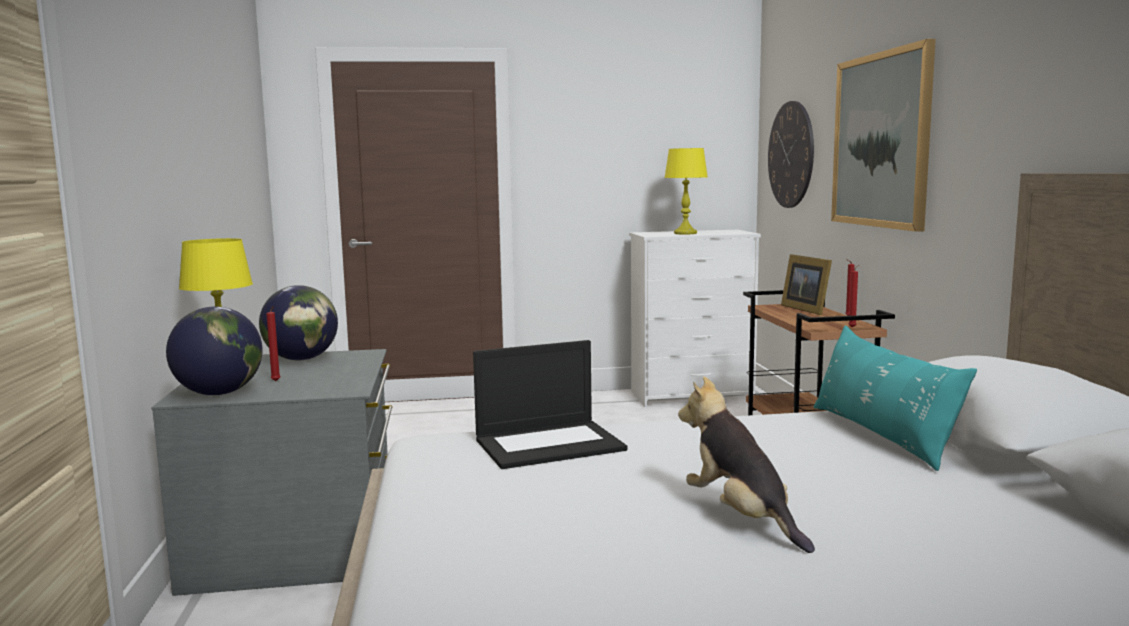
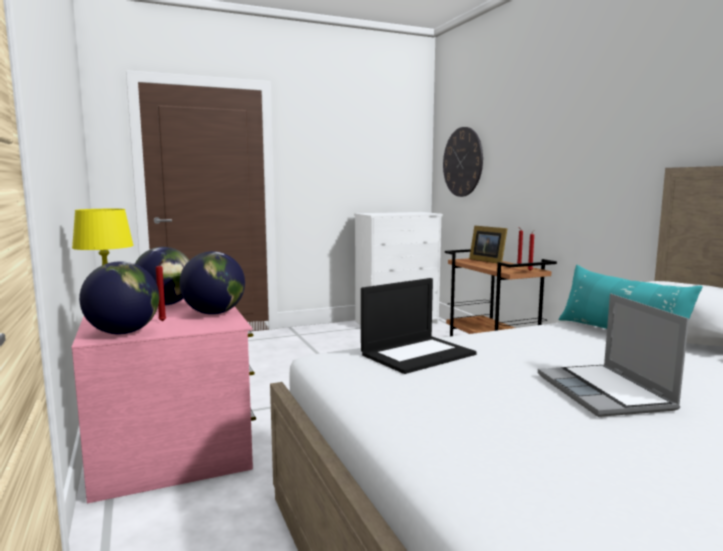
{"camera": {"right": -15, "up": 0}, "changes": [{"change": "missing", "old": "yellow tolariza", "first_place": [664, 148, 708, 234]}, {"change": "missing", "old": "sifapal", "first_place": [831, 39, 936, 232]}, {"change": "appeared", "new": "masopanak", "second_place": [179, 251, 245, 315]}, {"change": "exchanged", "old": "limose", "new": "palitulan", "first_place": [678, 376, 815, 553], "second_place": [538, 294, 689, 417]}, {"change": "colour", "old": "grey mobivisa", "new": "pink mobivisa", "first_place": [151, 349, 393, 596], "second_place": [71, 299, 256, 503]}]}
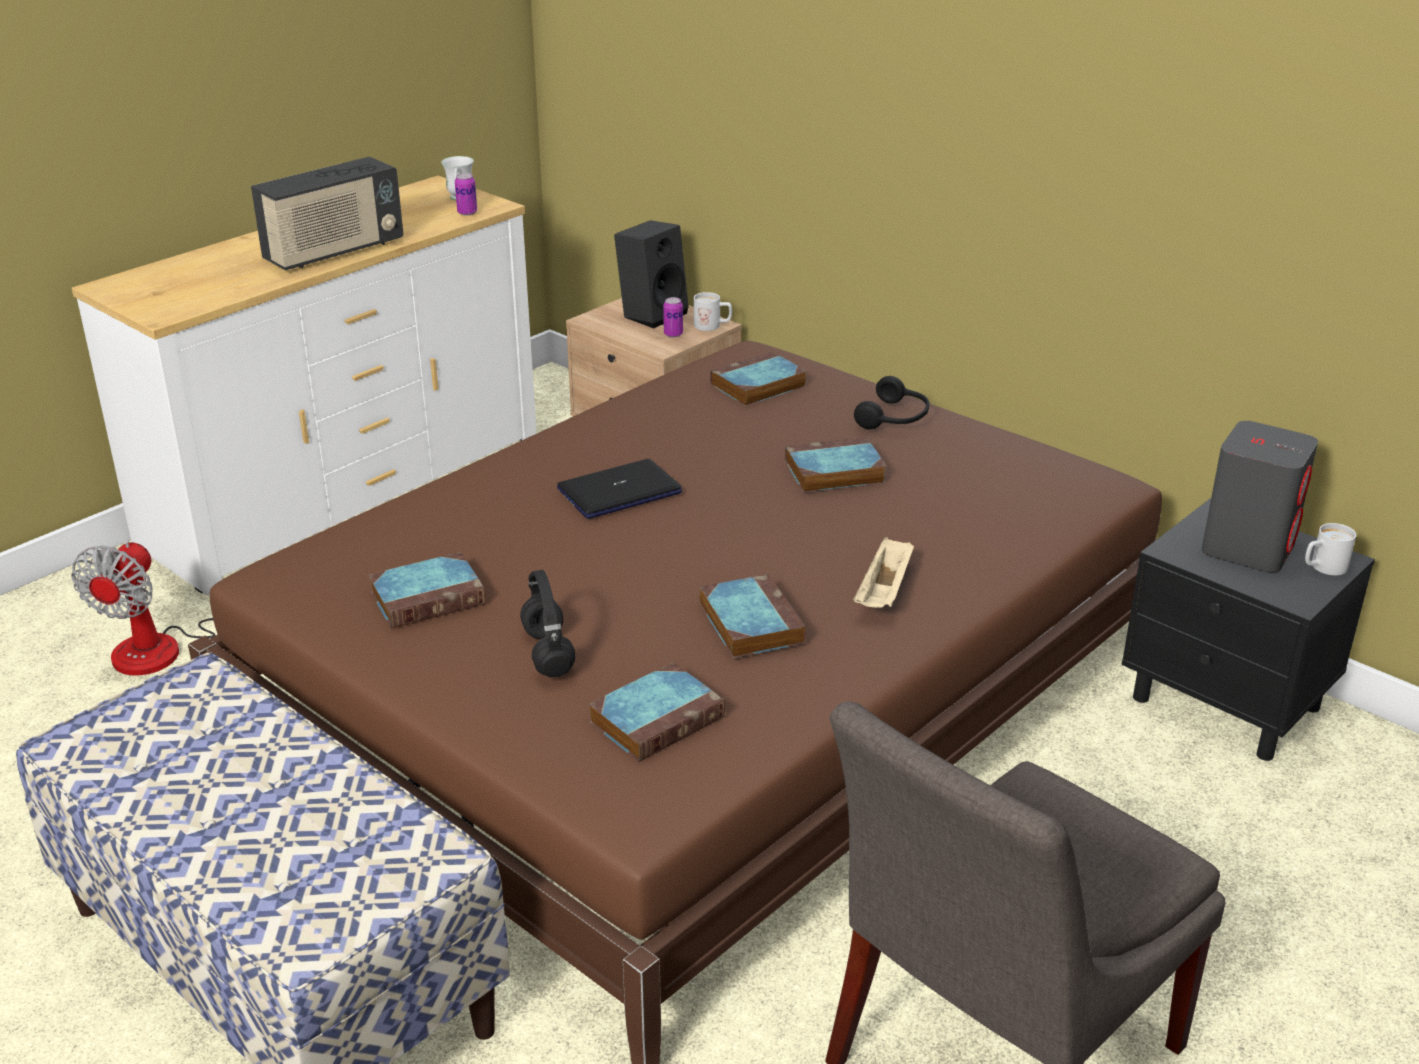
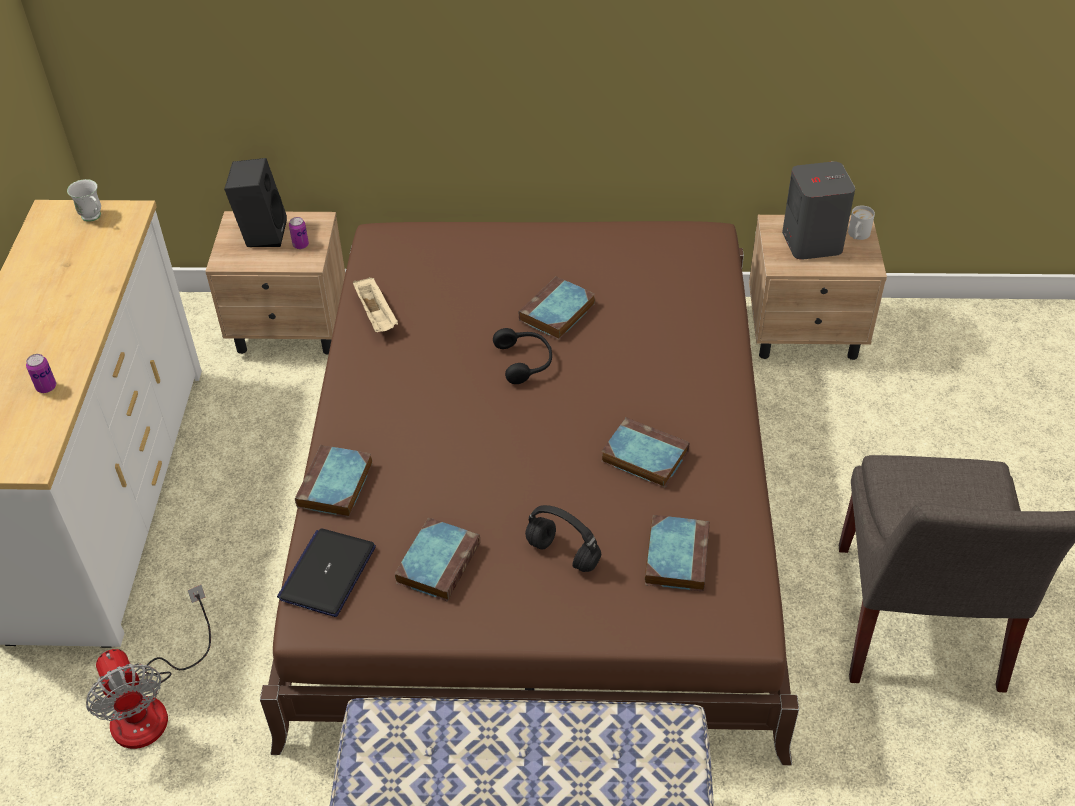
{"camera": {"right": -40, "up": 15}, "changes": [{"change": "missing", "old": "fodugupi", "first_place": [251, 157, 403, 271]}, {"change": "missing", "old": "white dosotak", "first_place": [694, 292, 732, 331]}, {"change": "relocated", "old": "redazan", "first_place": [455, 173, 477, 215], "second_place": [26, 354, 56, 393]}, {"change": "relocated", "old": "palitulan", "first_place": [557, 459, 683, 519], "second_place": [277, 528, 376, 617]}, {"change": "relocated", "old": "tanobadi", "first_place": [710, 351, 807, 406], "second_place": [295, 445, 373, 518]}, {"change": "relocated", "old": "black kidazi", "first_place": [854, 376, 929, 429], "second_place": [493, 328, 552, 384]}, {"change": "relocated", "old": "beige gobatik", "first_place": [854, 537, 914, 608], "second_place": [353, 277, 398, 332]}, {"change": "colour", "old": "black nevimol", "new": "beige nevimol", "first_place": [1121, 498, 1375, 761], "second_place": [749, 215, 887, 360]}]}
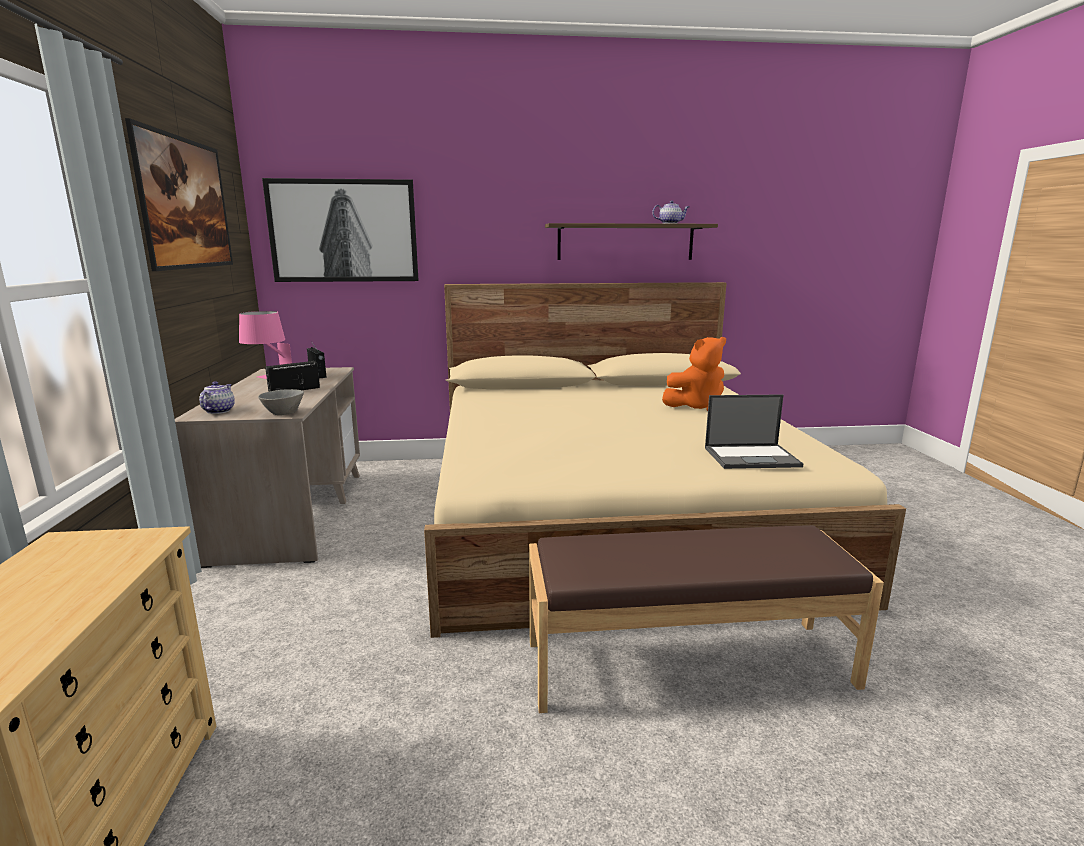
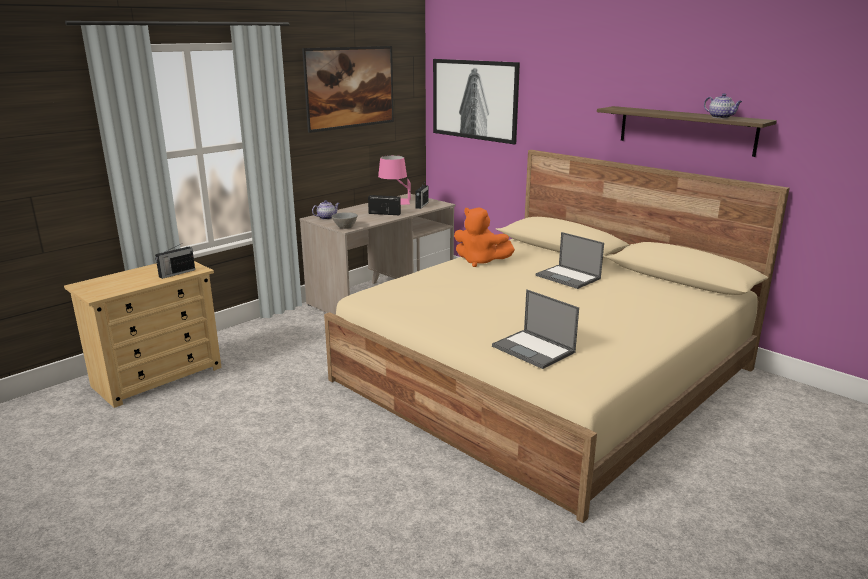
{"camera": {"right": 50, "up": 5}, "changes": [{"change": "missing", "old": "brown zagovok", "first_place": [529, 525, 884, 713]}, {"change": "appeared", "new": "fodugupi", "second_place": [155, 244, 195, 279]}, {"change": "appeared", "new": "palitulan", "second_place": [536, 232, 604, 289]}, {"change": "relocated", "old": "orange limose", "first_place": [662, 337, 726, 411], "second_place": [454, 207, 515, 267]}]}
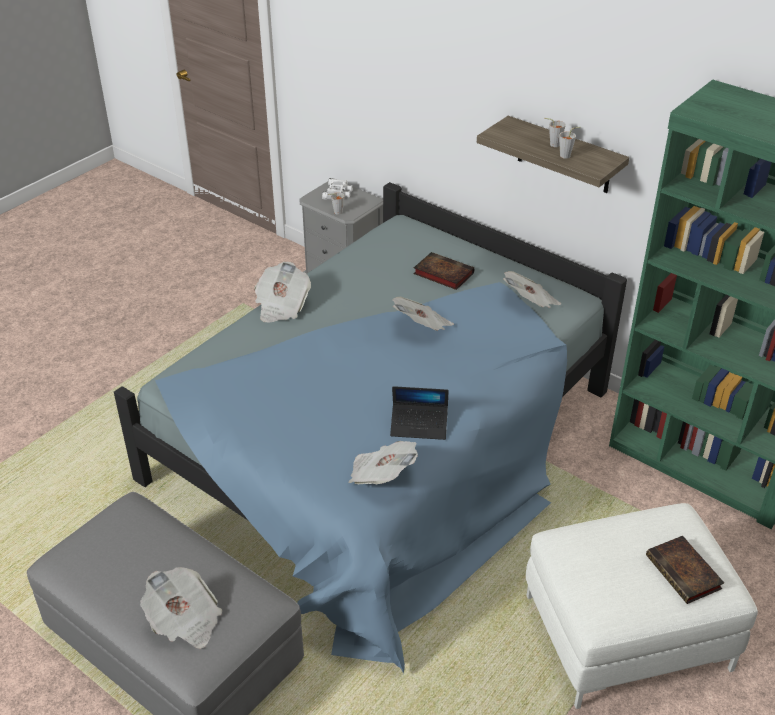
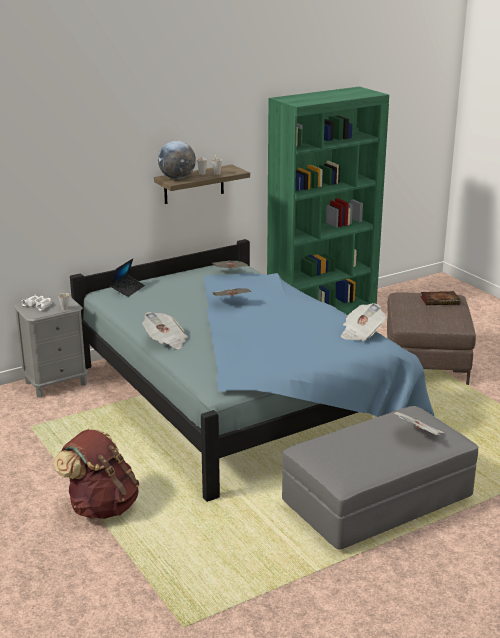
{"camera": {"right": -70, "up": -15}, "changes": [{"change": "missing", "old": "tanobadi", "first_place": [414, 252, 474, 290]}, {"change": "appeared", "new": "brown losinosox", "second_place": [53, 429, 139, 519]}, {"change": "appeared", "new": "masopanak", "second_place": [158, 141, 196, 179]}, {"change": "relocated", "old": "palitulan", "first_place": [390, 386, 449, 440], "second_place": [110, 259, 145, 297]}, {"change": "colour", "old": "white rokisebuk", "new": "brown rokisebuk", "first_place": [526, 503, 758, 709], "second_place": [387, 292, 476, 385]}]}
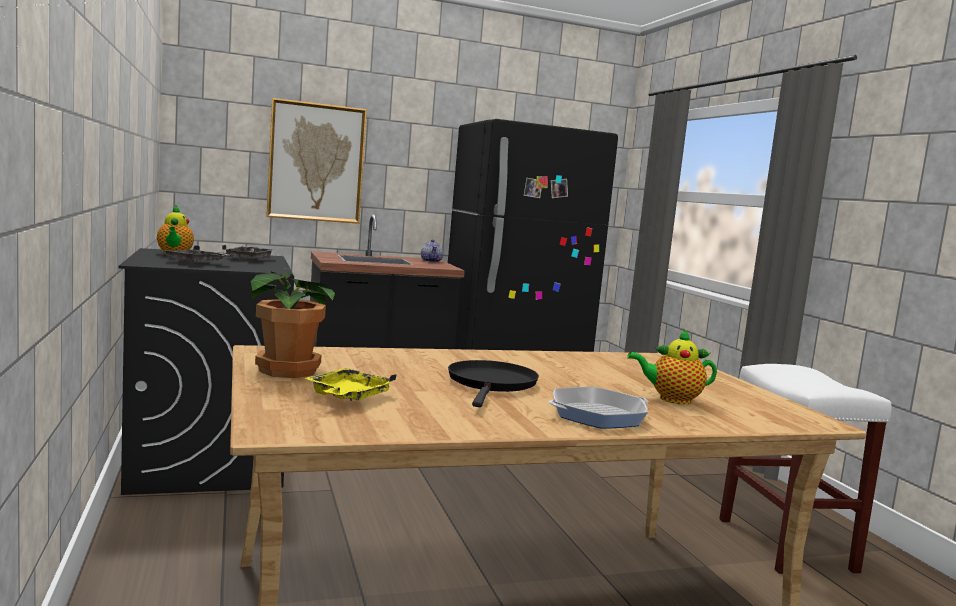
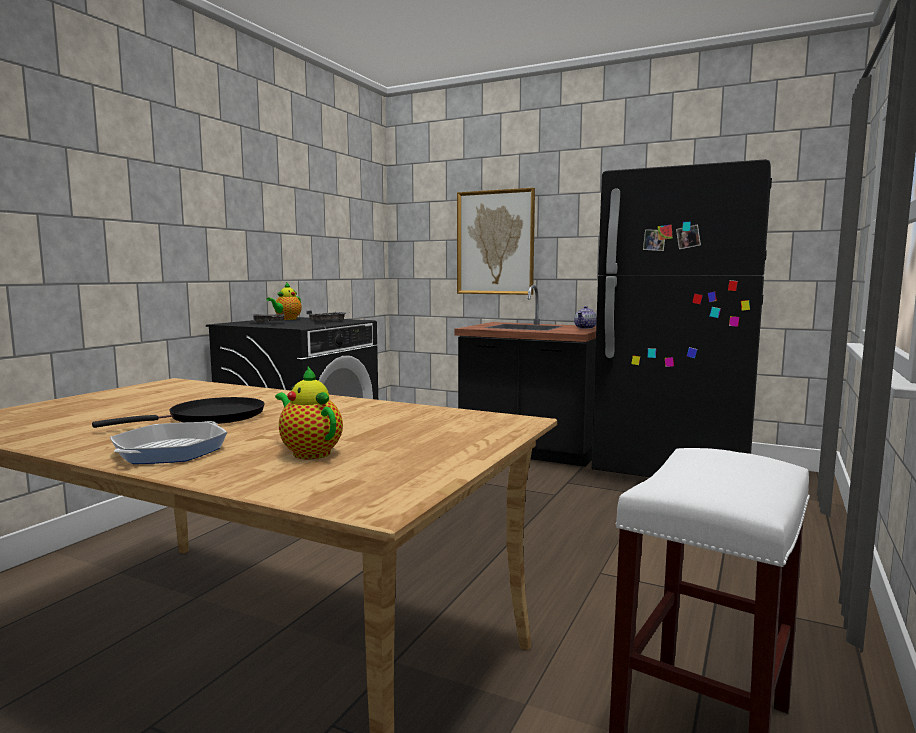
{"camera": {"right": 45, "up": 0}, "changes": [{"change": "missing", "old": "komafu", "first_place": [251, 271, 335, 378]}, {"change": "missing", "old": "yellow gobatik", "first_place": [304, 368, 397, 401]}, {"change": "spun", "old": "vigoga", "first_place": [548, 387, 648, 429], "second_place": [110, 421, 227, 464], "degrees": -90}]}
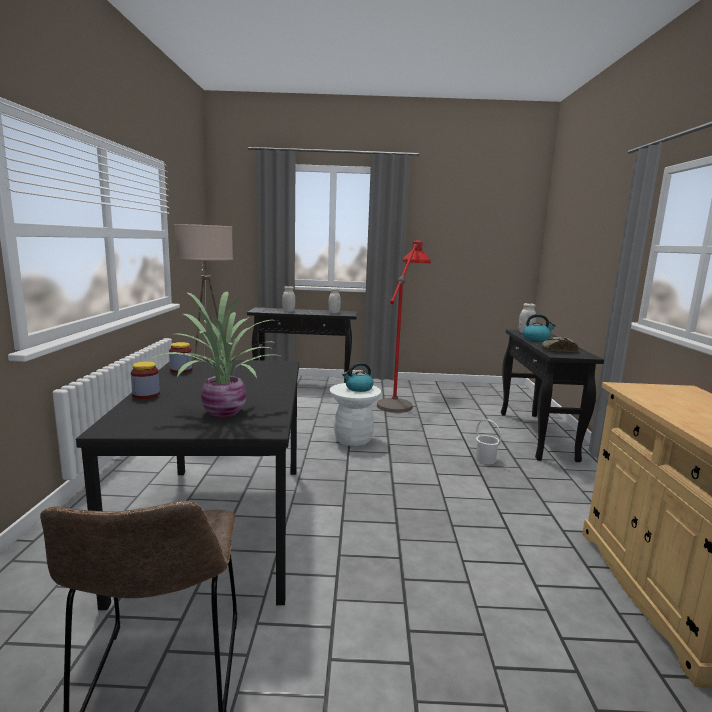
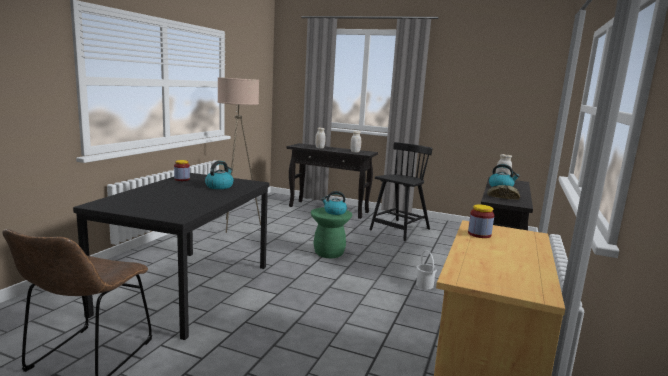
{"camera": {"right": 20, "up": 0}, "changes": [{"change": "missing", "old": "komafu", "first_place": [150, 291, 285, 417]}, {"change": "appeared", "new": "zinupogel", "second_place": [205, 161, 234, 189]}, {"change": "relocated", "old": "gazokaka", "first_place": [131, 361, 160, 399], "second_place": [468, 205, 494, 238]}, {"change": "exchanged", "old": "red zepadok", "new": "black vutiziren", "first_place": [377, 241, 431, 413], "second_place": [369, 142, 433, 241]}, {"change": "colour", "old": "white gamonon", "new": "green gamonon", "first_place": [330, 383, 381, 446], "second_place": [311, 207, 352, 258]}]}
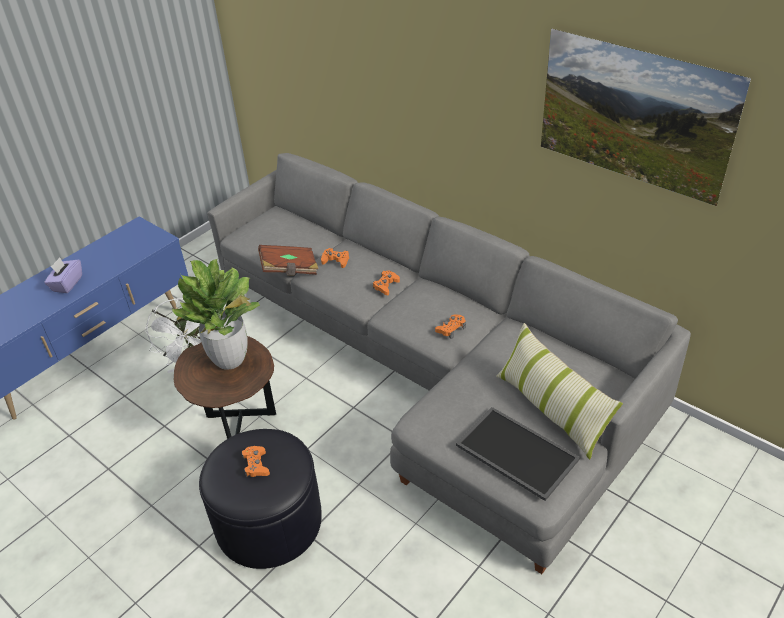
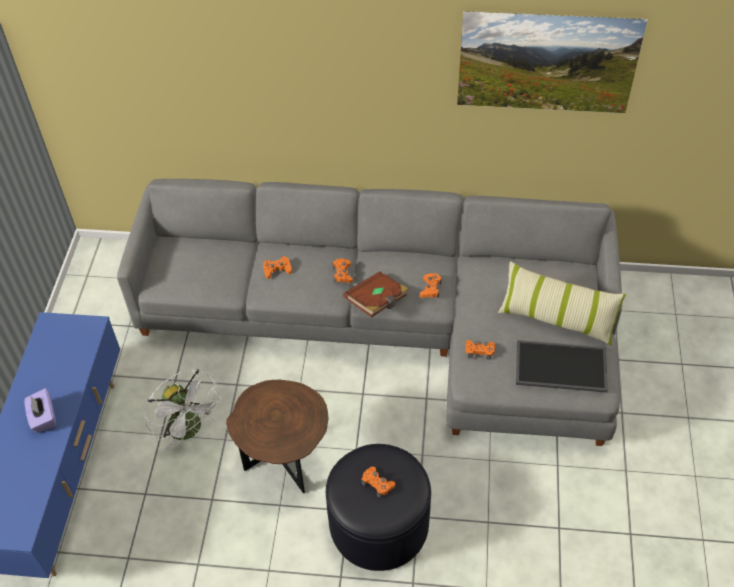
{"camera": {"right": -35, "up": 10}, "changes": [{"change": "missing", "old": "komafu", "first_place": [172, 259, 260, 370]}, {"change": "appeared", "new": "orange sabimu", "second_place": [466, 340, 495, 360]}, {"change": "relocated", "old": "brown tanobadi", "first_place": [258, 245, 319, 276], "second_place": [343, 271, 409, 317]}]}
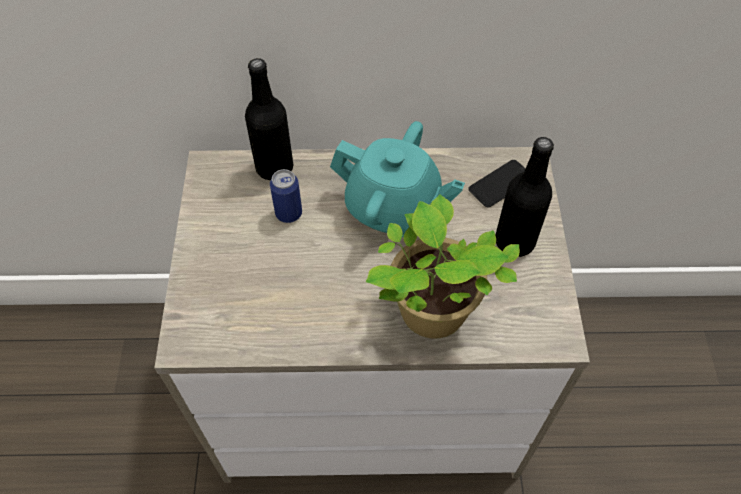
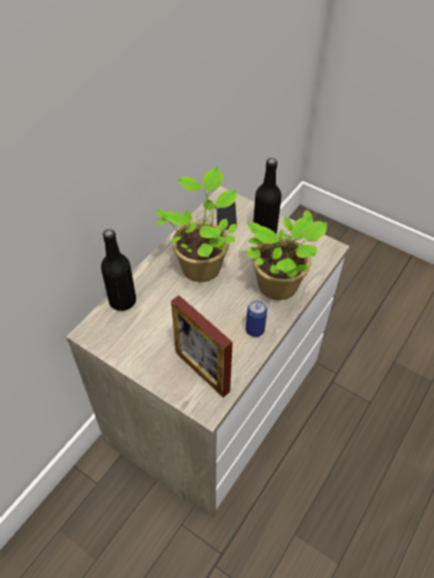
{"camera": {"right": -55, "up": -5}, "changes": [{"change": "appeared", "new": "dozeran", "second_place": [171, 295, 233, 397]}, {"change": "relocated", "old": "redazan", "first_place": [270, 169, 302, 223], "second_place": [246, 300, 267, 337]}, {"change": "exchanged", "old": "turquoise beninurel", "new": "komafu", "first_place": [330, 121, 465, 237], "second_place": [156, 167, 237, 282]}]}
